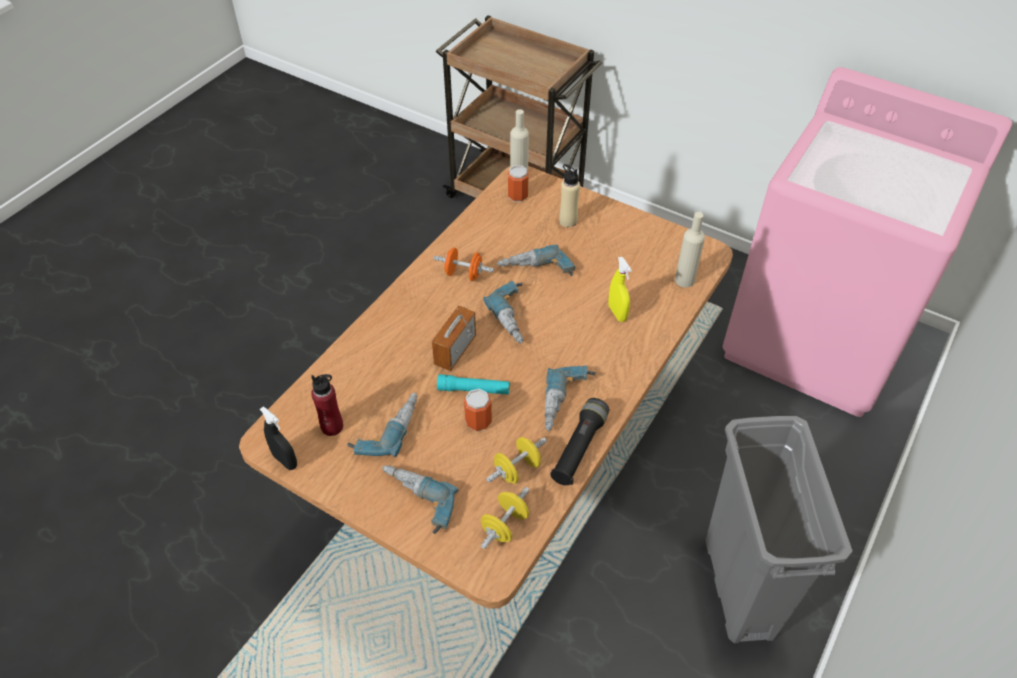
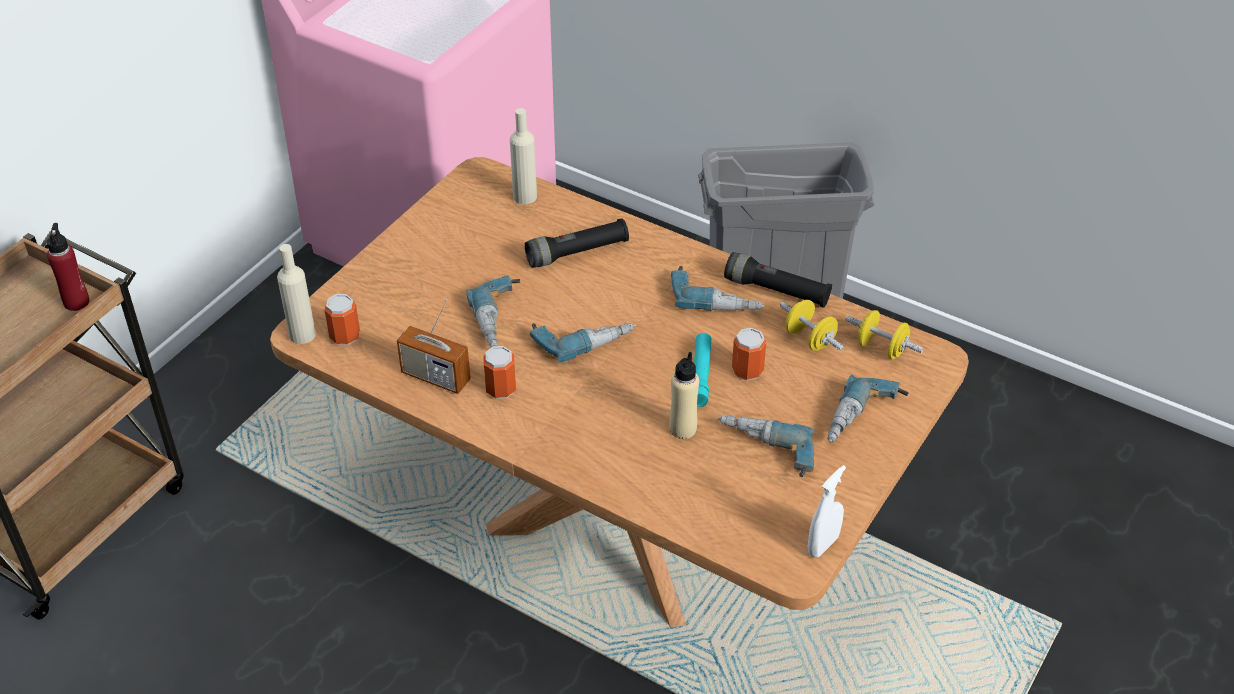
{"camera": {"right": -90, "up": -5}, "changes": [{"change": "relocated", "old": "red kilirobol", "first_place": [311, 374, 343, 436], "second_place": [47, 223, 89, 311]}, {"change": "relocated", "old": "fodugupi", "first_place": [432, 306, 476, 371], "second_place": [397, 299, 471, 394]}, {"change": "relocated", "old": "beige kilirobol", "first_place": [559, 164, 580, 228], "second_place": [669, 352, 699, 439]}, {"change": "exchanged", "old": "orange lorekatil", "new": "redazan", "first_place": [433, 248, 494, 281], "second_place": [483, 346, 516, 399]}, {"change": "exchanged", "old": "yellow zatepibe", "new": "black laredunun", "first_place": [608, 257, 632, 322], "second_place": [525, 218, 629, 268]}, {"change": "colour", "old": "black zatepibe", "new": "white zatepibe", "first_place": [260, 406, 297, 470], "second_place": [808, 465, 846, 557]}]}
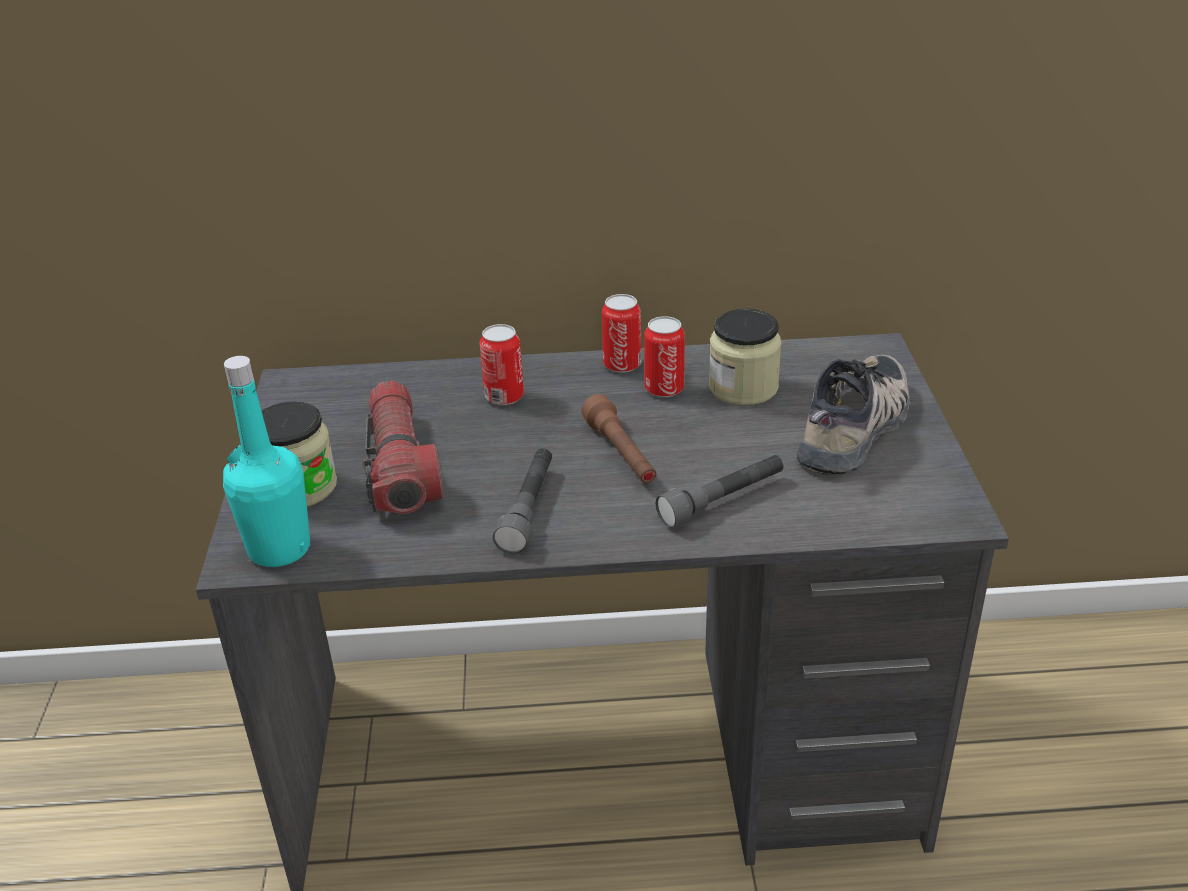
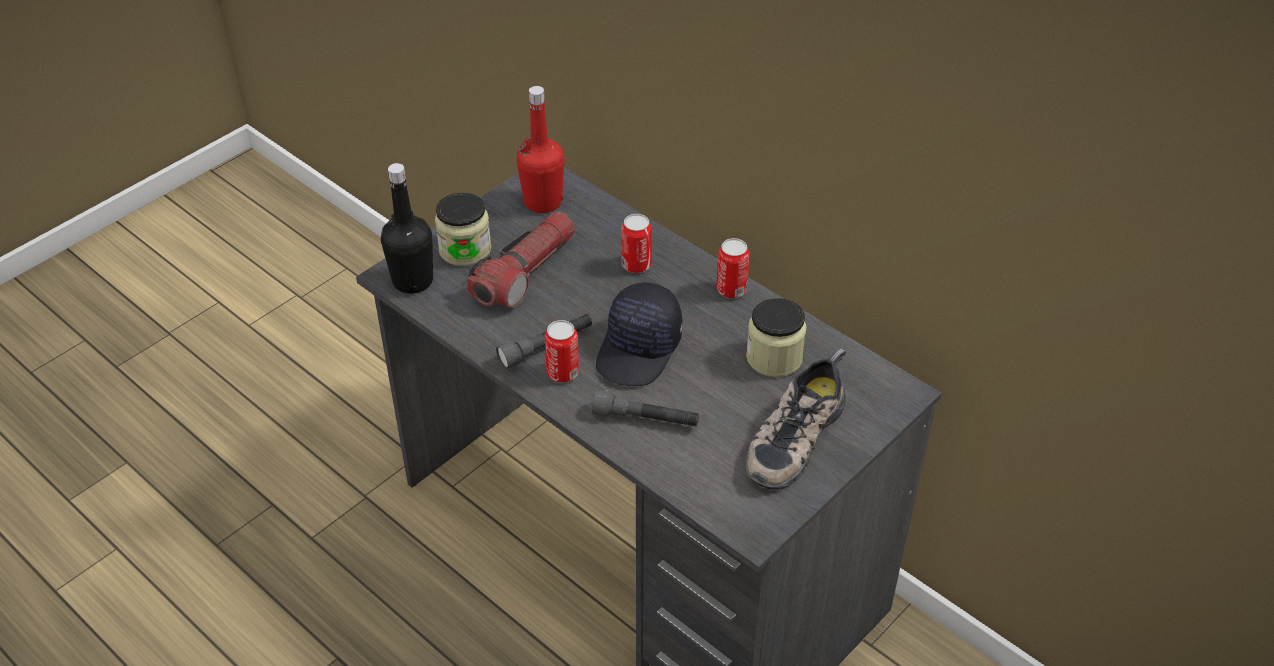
{"camera": {"right": 45, "up": 10}, "changes": [{"change": "appeared", "new": "red kilirobol", "second_place": [516, 86, 565, 213]}, {"change": "relocated", "old": "redazan", "first_place": [644, 316, 685, 397], "second_place": [544, 320, 579, 383]}, {"change": "exchanged", "old": "brown laredunun", "new": "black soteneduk", "first_place": [581, 394, 657, 483], "second_place": [596, 282, 682, 386]}, {"change": "colour", "old": "turquoise kilirobol", "new": "black kilirobol", "first_place": [223, 356, 310, 567], "second_place": [381, 163, 433, 294]}, {"change": "spun", "old": "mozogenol", "first_place": [797, 355, 909, 475], "second_place": [746, 348, 846, 490], "degrees": 135}]}
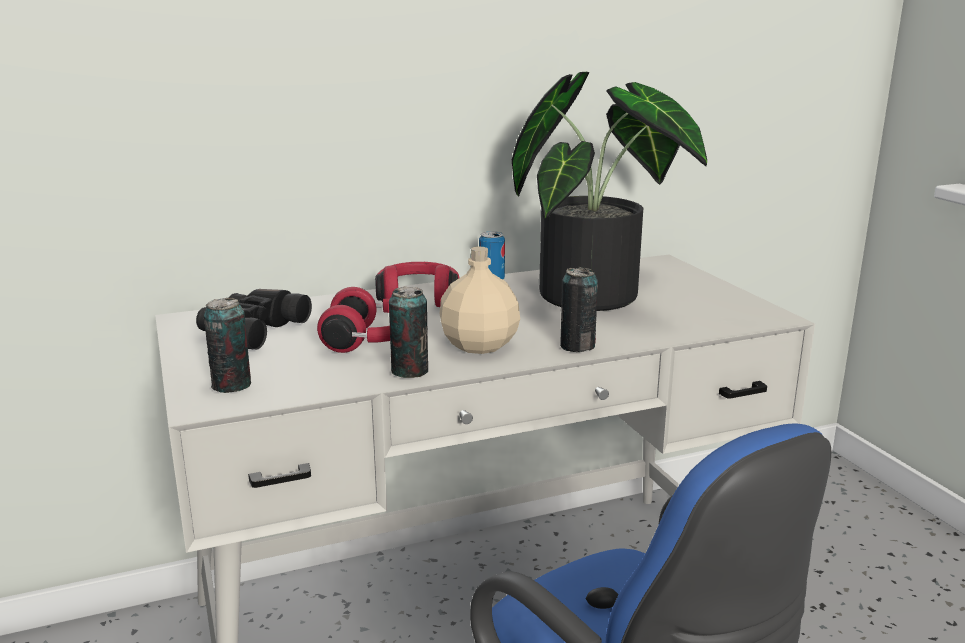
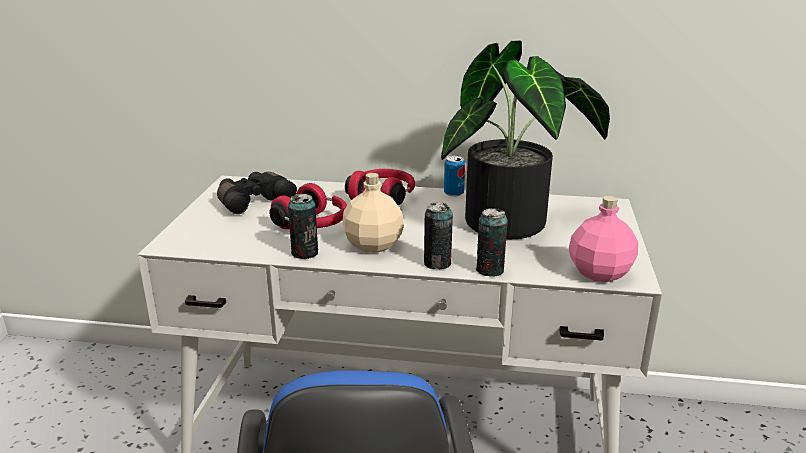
{"camera": {"right": 30, "up": 5}, "changes": [{"change": "appeared", "new": "pink kilirobol", "second_place": [569, 196, 638, 282]}, {"change": "relocated", "old": "redazan", "first_place": [203, 298, 251, 393], "second_place": [476, 208, 508, 277]}]}
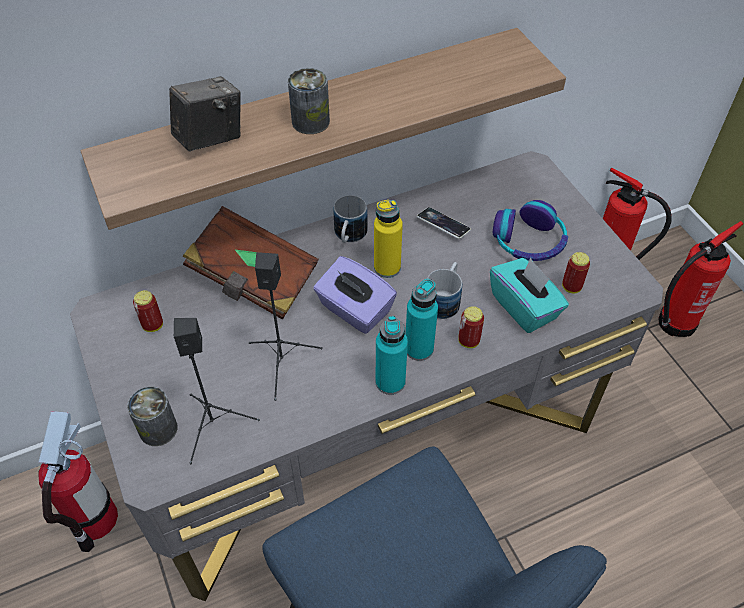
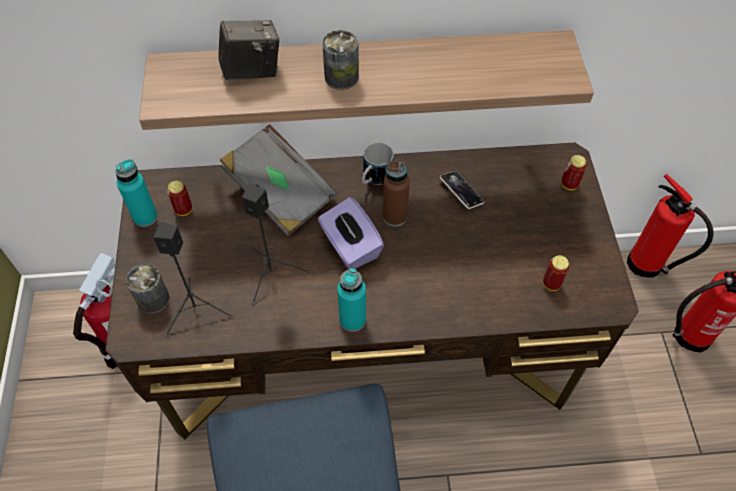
{"camera": {"right": 20, "up": 5}, "changes": [{"change": "missing", "old": "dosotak", "first_place": [427, 262, 462, 319]}, {"change": "missing", "old": "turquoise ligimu", "first_place": [490, 258, 569, 333]}, {"change": "missing", "old": "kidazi", "first_place": [493, 200, 568, 261]}, {"change": "relocated", "old": "turquoise kilirobol", "first_place": [405, 279, 438, 361], "second_place": [115, 159, 158, 227]}, {"change": "relocated", "old": "redazan", "first_place": [458, 306, 484, 348], "second_place": [561, 155, 587, 190]}, {"change": "colour", "old": "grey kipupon", "new": "brown kipupon", "first_place": [70, 151, 663, 601], "second_place": [105, 142, 639, 440]}, {"change": "colour", "old": "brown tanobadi", "new": "grey tanobadi", "first_place": [183, 206, 319, 320], "second_place": [220, 124, 337, 237]}, {"change": "colour", "old": "yellow kilirobol", "new": "brown kilirobol", "first_place": [374, 200, 403, 278], "second_place": [383, 161, 410, 227]}]}
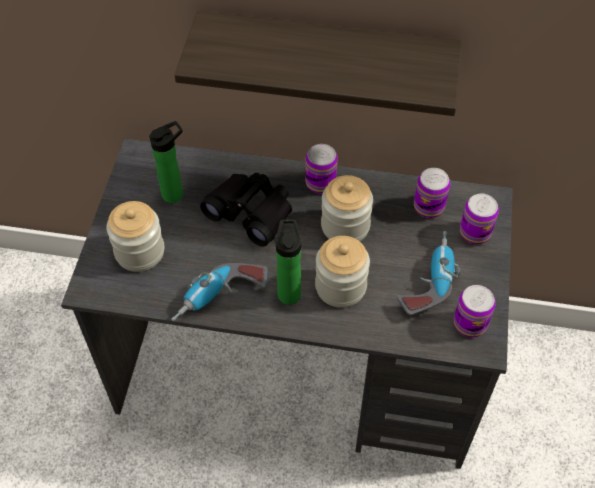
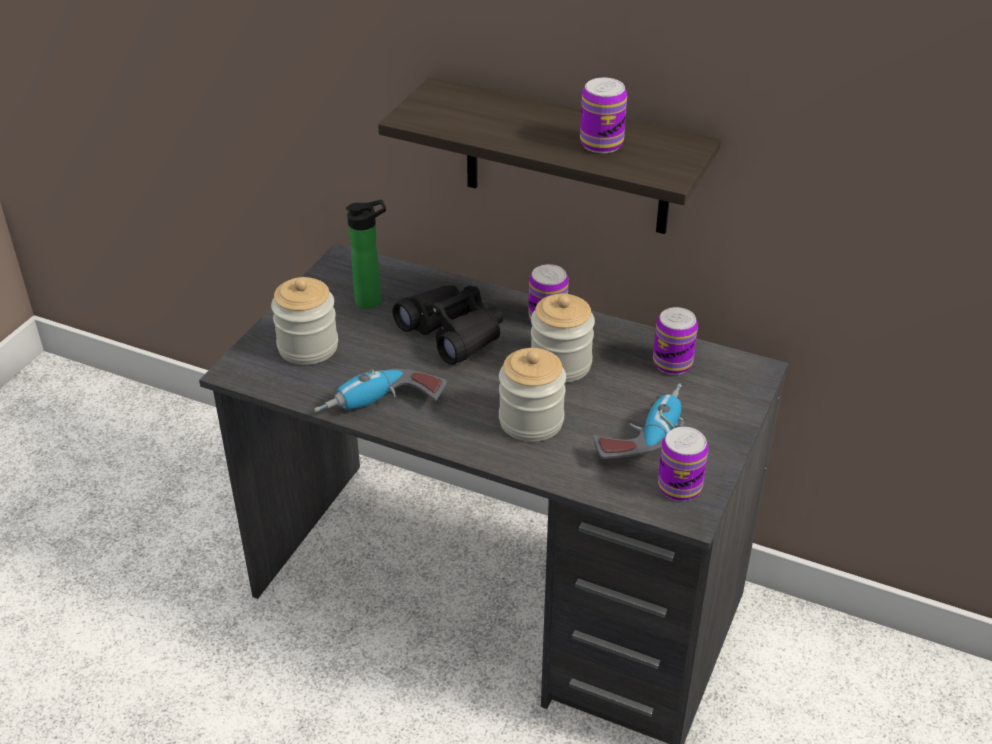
{"camera": {"right": 15, "up": -15}, "changes": [{"change": "missing", "old": "kilirobol", "first_place": [276, 220, 301, 305]}, {"change": "relocated", "old": "redazan", "first_place": [460, 194, 499, 244], "second_place": [580, 78, 627, 153]}]}
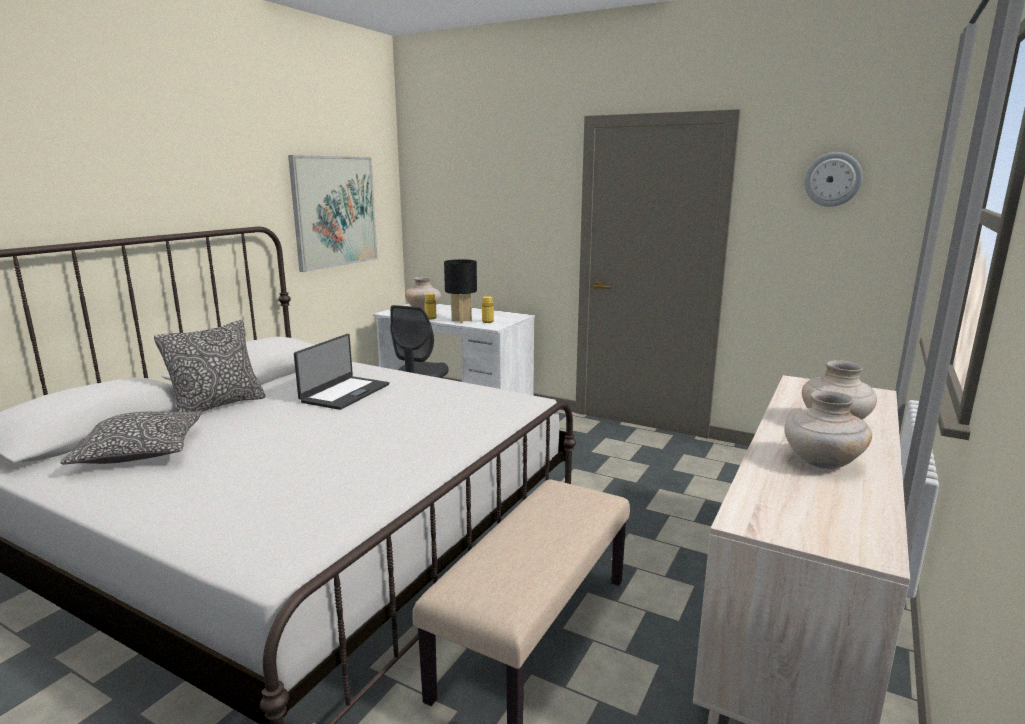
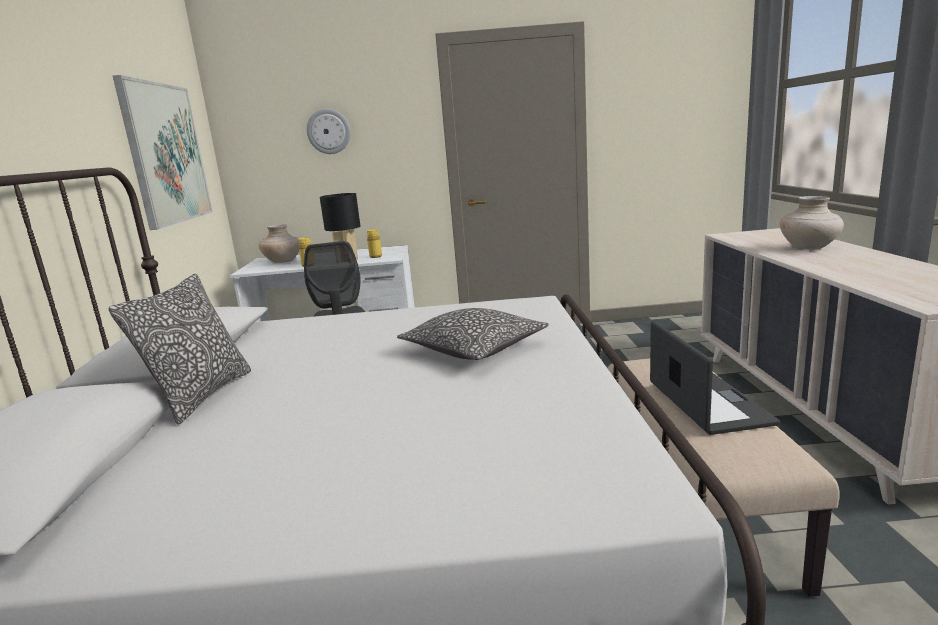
{"camera": {"right": -30, "up": 0}, "changes": [{"change": "missing", "old": "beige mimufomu", "first_place": [784, 391, 872, 469]}, {"change": "relocated", "old": "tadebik", "first_place": [61, 411, 202, 464], "second_place": [397, 308, 549, 360]}, {"change": "relocated", "old": "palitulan", "first_place": [294, 334, 389, 410], "second_place": [650, 321, 781, 435]}, {"change": "relocated", "old": "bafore", "first_place": [804, 152, 863, 207], "second_place": [307, 109, 351, 154]}]}
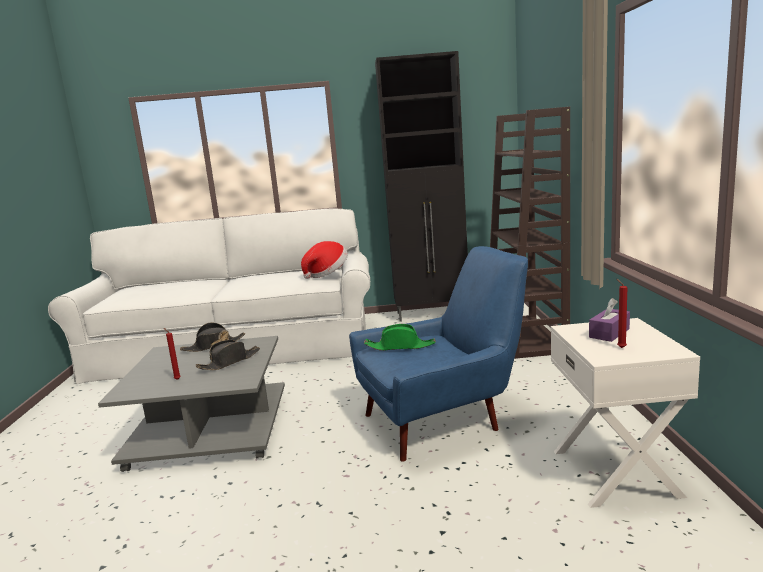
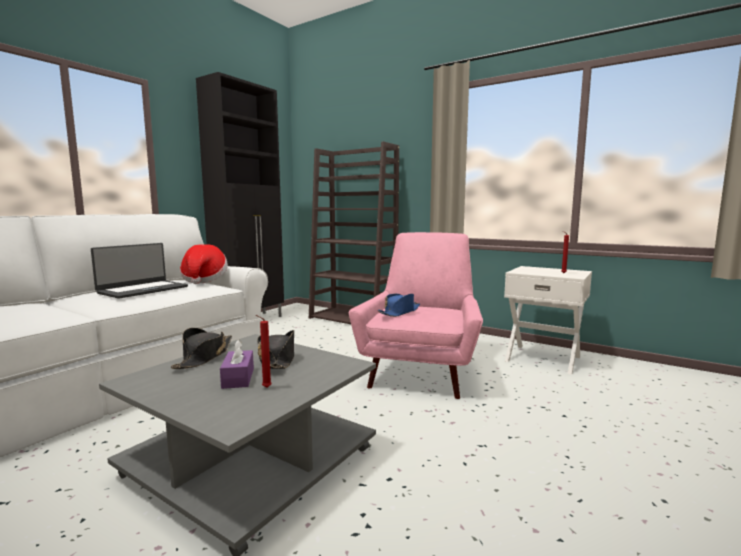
{"camera": {"right": -55, "up": -5}, "changes": [{"change": "appeared", "new": "palitulan", "second_place": [91, 243, 188, 299]}, {"change": "relocated", "old": "purple ligimu", "first_place": [589, 298, 630, 342], "second_place": [220, 339, 254, 389]}, {"change": "colour", "old": "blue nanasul", "new": "pink nanasul", "first_place": [349, 246, 528, 462], "second_place": [349, 232, 483, 399]}, {"change": "colour", "old": "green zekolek", "new": "blue zekolek", "first_place": [364, 324, 436, 351], "second_place": [378, 294, 420, 317]}]}
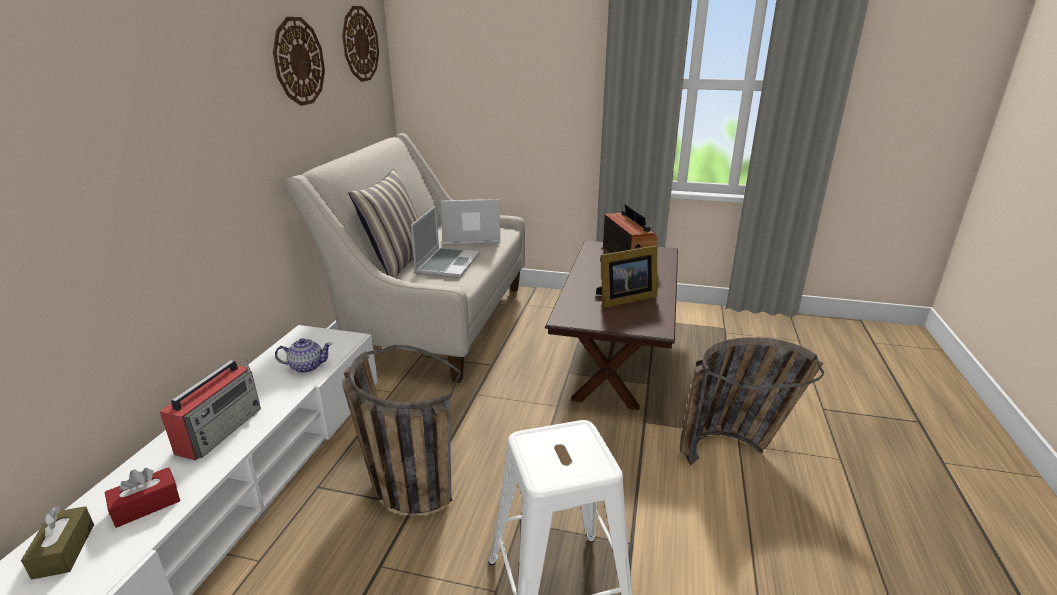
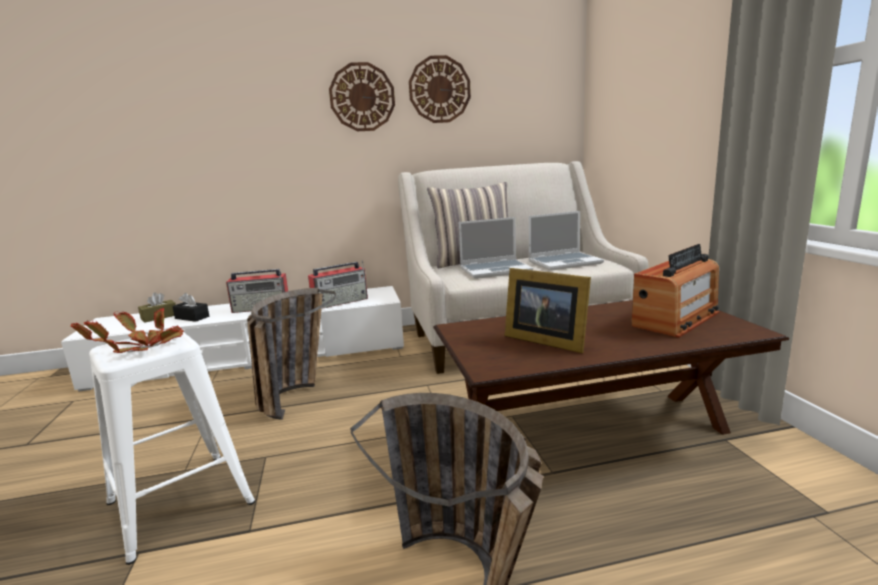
{"camera": {"right": 65, "up": -10}, "changes": [{"change": "appeared", "new": "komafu", "second_place": [71, 308, 184, 353]}, {"change": "relocated", "old": "bafore", "first_place": [342, 6, 379, 82], "second_place": [329, 62, 395, 131]}, {"change": "exchanged", "old": "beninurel", "new": "fodugupi", "first_place": [275, 338, 332, 373], "second_place": [308, 261, 368, 309]}, {"change": "colour", "old": "red ligimu", "new": "black ligimu", "first_place": [105, 467, 180, 528], "second_place": [172, 293, 209, 322]}, {"change": "spun", "old": "palitulan", "first_place": [441, 199, 501, 246], "second_place": [528, 211, 604, 271], "degrees": 105}]}
